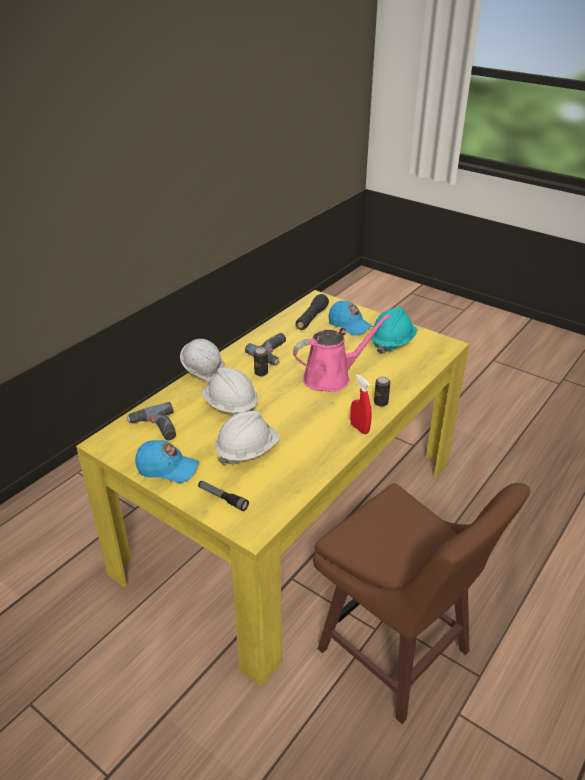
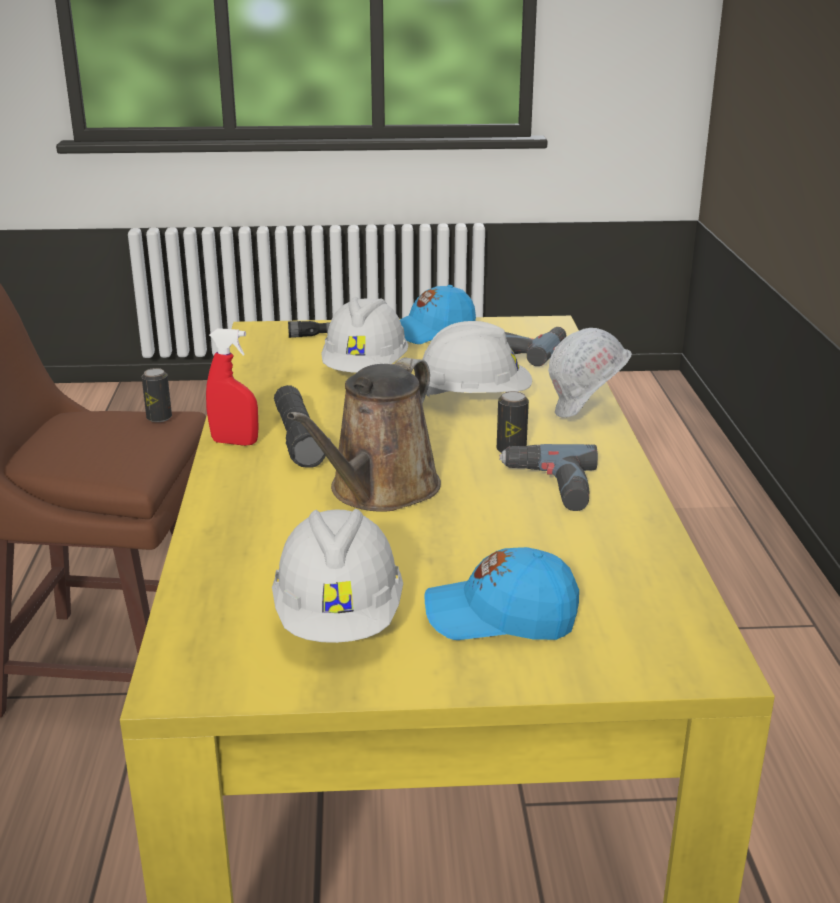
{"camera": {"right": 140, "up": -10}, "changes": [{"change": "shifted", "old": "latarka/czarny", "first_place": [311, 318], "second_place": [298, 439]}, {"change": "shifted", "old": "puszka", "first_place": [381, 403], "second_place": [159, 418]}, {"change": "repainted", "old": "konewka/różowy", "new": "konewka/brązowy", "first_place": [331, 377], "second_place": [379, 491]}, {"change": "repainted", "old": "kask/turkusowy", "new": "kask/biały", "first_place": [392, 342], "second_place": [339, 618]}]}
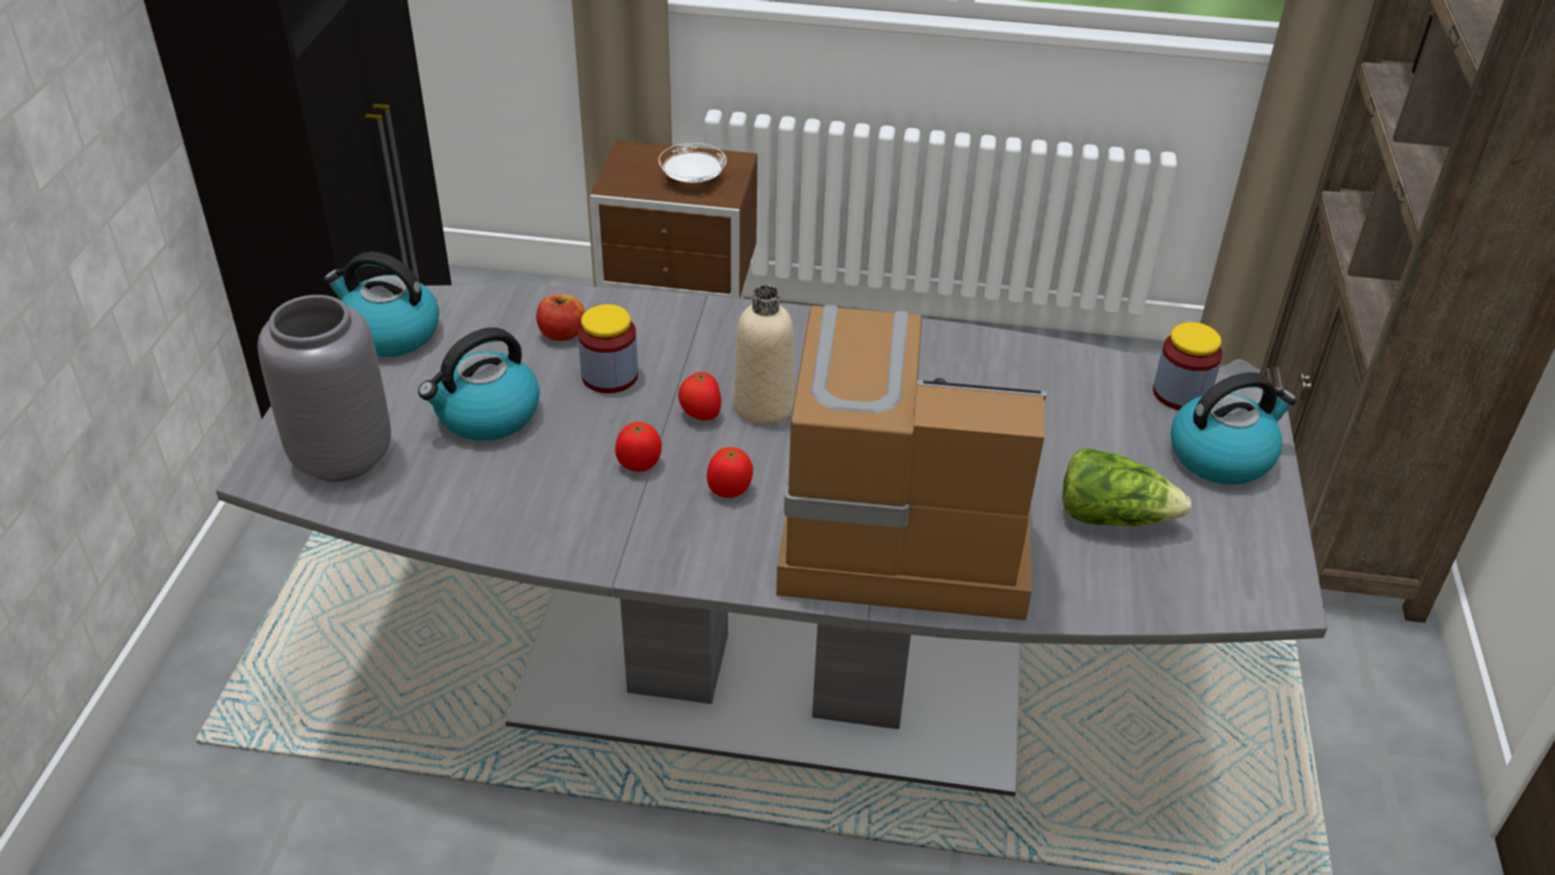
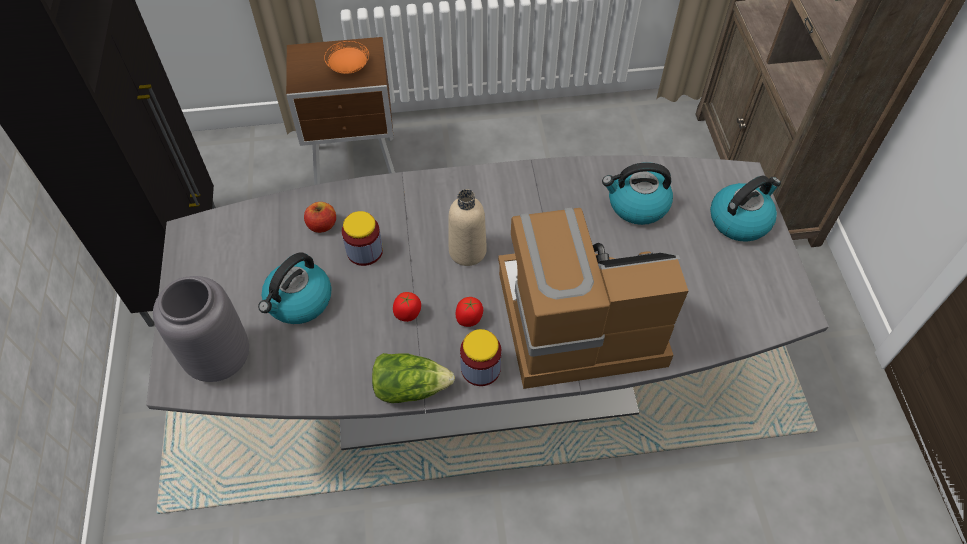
{"camera": {"right": -15, "up": 15}, "changes": [{"change": "gone", "old": "pomidor", "first_place": [700, 415]}, {"change": "shifted", "old": "czajnik", "first_place": [389, 334], "second_place": [636, 205]}, {"change": "shifted", "old": "sałata", "first_place": [1113, 516], "second_place": [410, 387]}, {"change": "shifted", "old": "słoik", "first_place": [1181, 393], "second_place": [480, 368]}, {"change": "repainted", "old": "talerz/biały", "new": "talerz/pomarańczowy", "first_place": [693, 179], "second_place": [349, 67]}]}
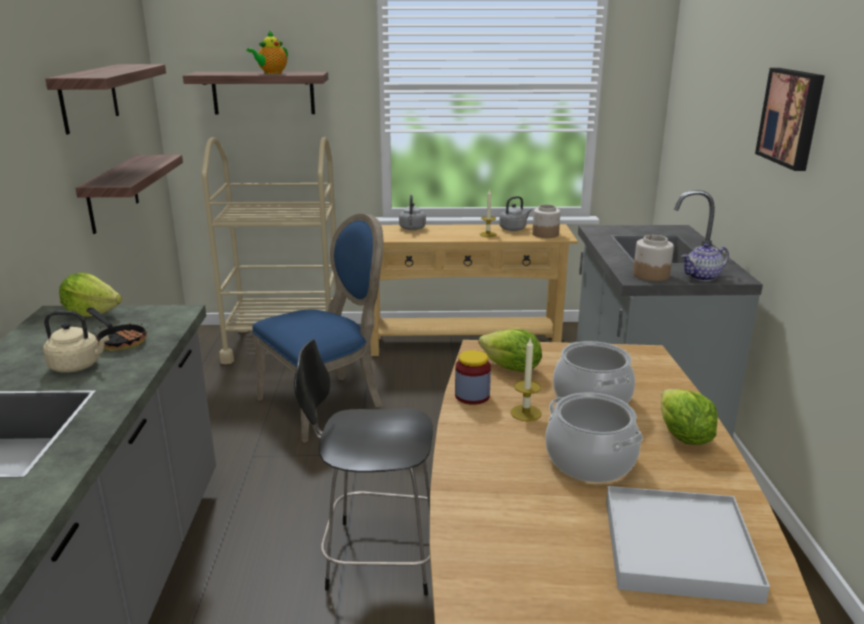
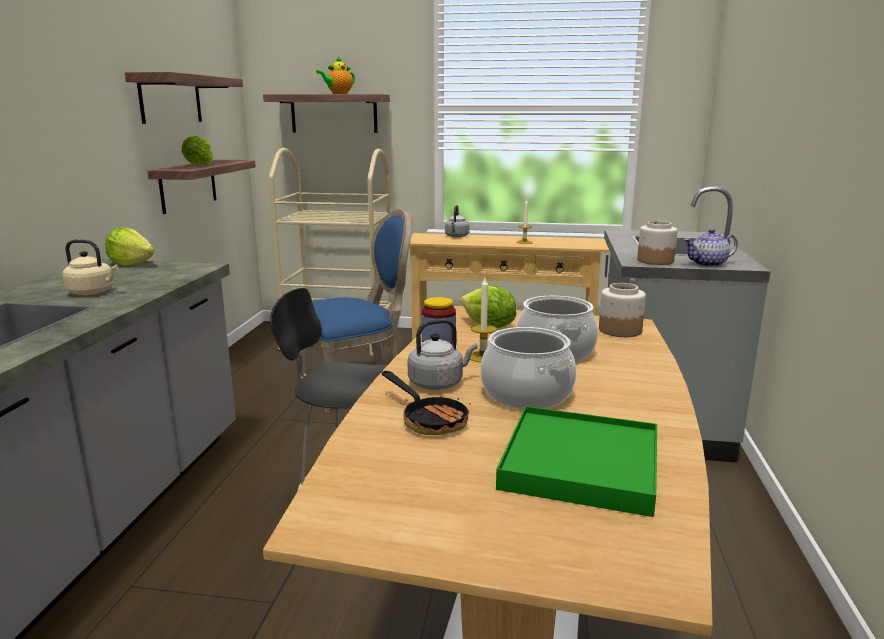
{"camera": {"right": 10, "up": -5}, "changes": [{"change": "gone", "old": "obraz", "first_place": [792, 117]}, {"change": "shifted", "old": "patelnia", "first_place": [119, 341], "second_place": [429, 419]}, {"change": "shifted", "old": "czajnik/szary", "first_place": [514, 229], "second_place": [438, 383]}, {"change": "shifted", "old": "słoik", "first_place": [545, 234], "second_place": [619, 330]}, {"change": "shifted", "old": "sałata", "first_place": [683, 437], "second_place": [199, 165]}, {"change": "repainted", "old": "taca/biały", "new": "taca/zielony", "first_place": [678, 548], "second_place": [580, 464]}]}
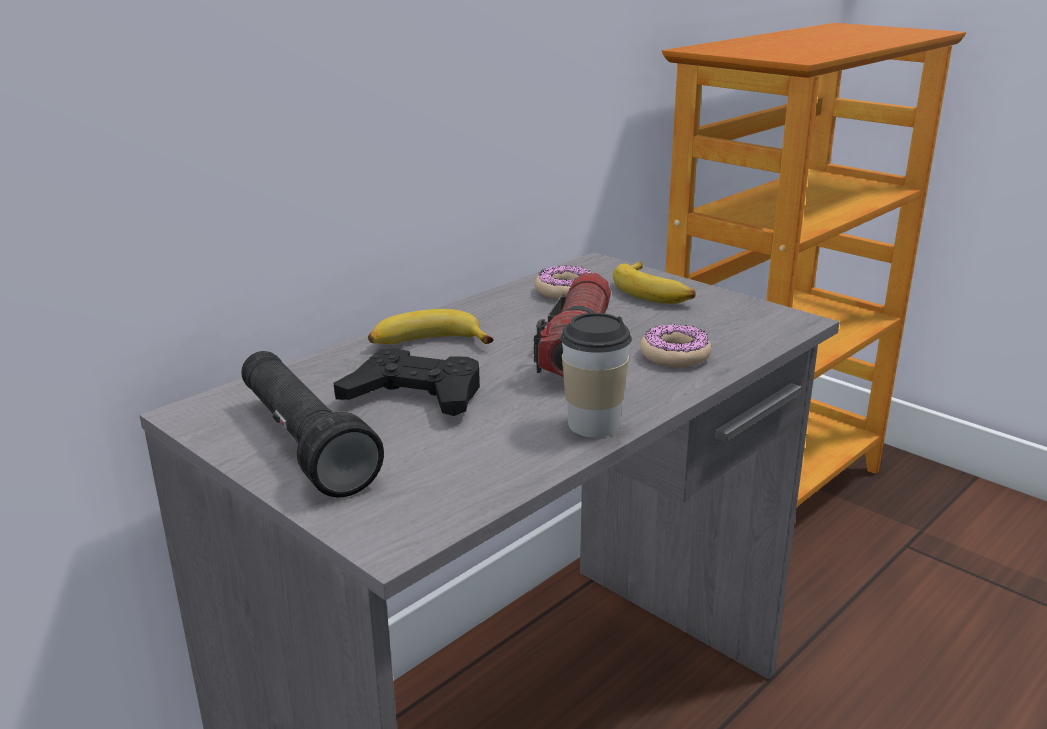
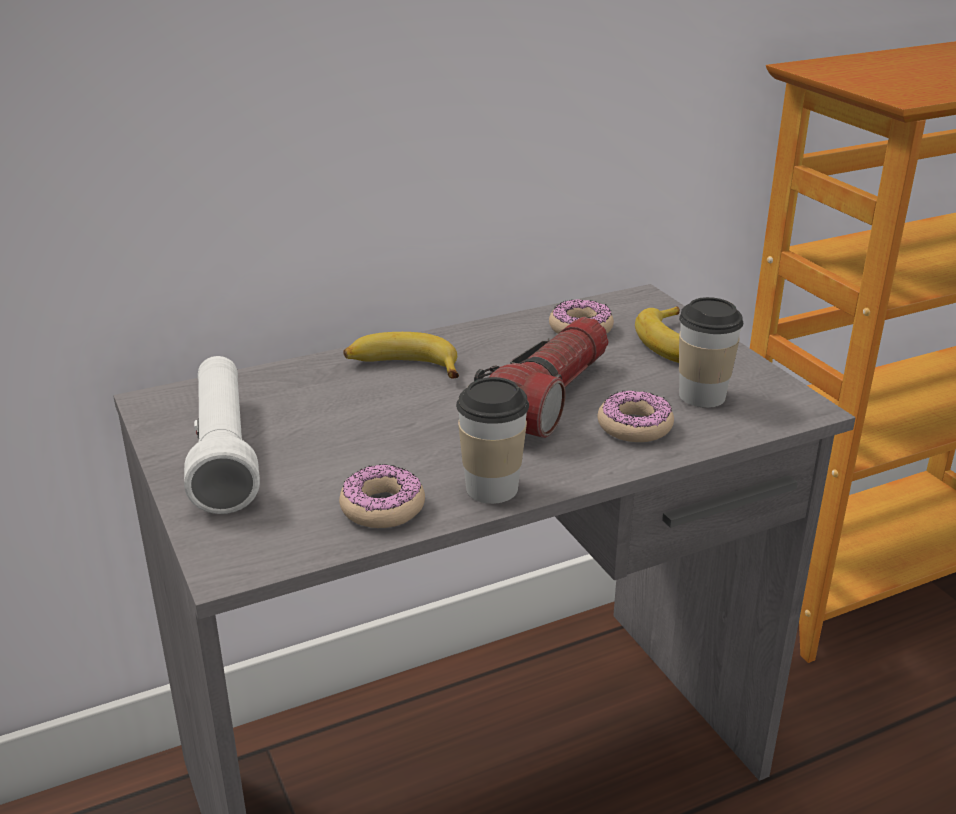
{"camera": {"right": 20, "up": 5}, "changes": [{"change": "gone", "old": "pad do gier/czarny", "first_place": [414, 396]}, {"change": "new", "new": "donut", "second_place": [382, 507]}, {"change": "new", "new": "filiżanka", "second_place": [702, 396]}, {"change": "repainted", "old": "latarka/czarny", "new": "latarka/biały", "first_place": [304, 443], "second_place": [223, 452]}]}
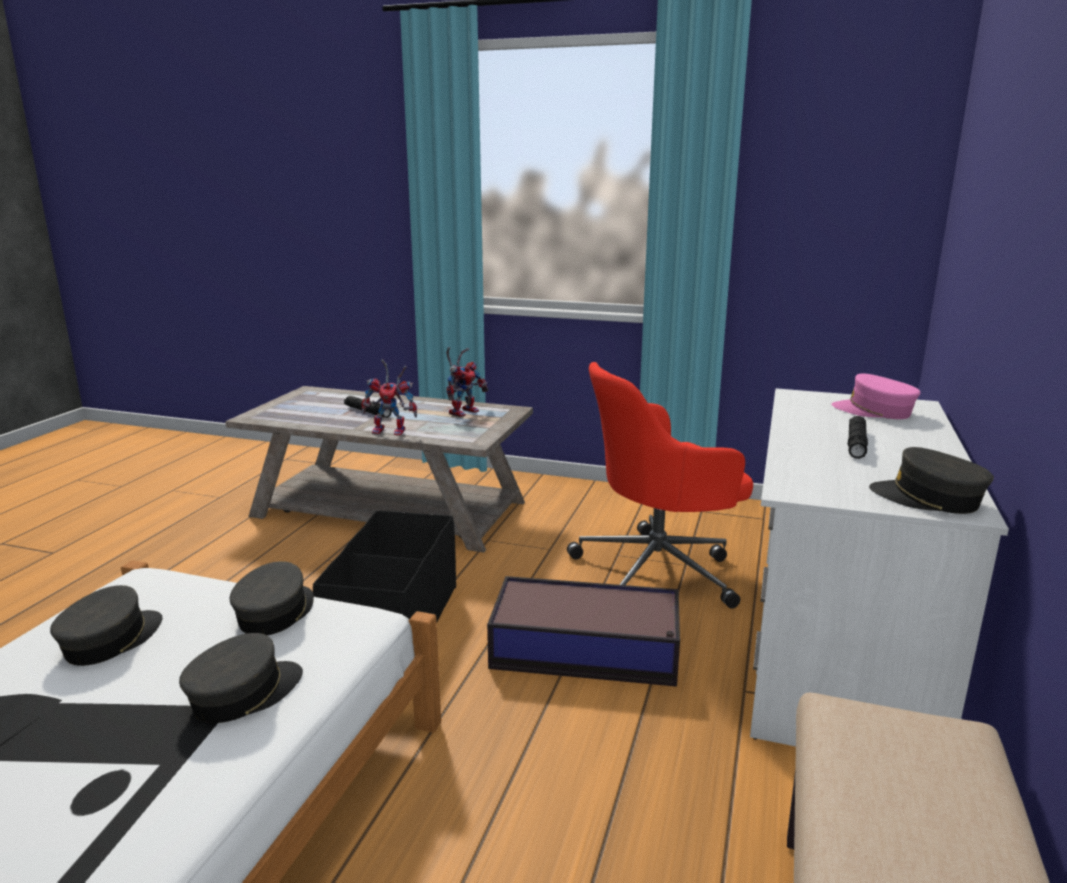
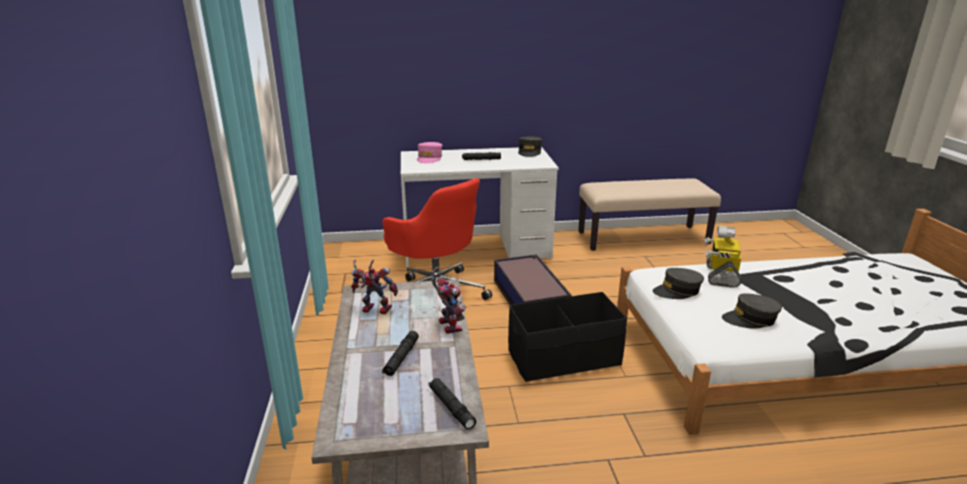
{"camera": {"right": -115, "up": 5}, "changes": [{"change": "new", "new": "latarka/czarny", "second_place": [451, 407]}, {"change": "swapped", "old": "czapka z daszkiem/szary", "new": "robot zabawkowy", "first_place": [244, 694], "second_place": [720, 275]}]}
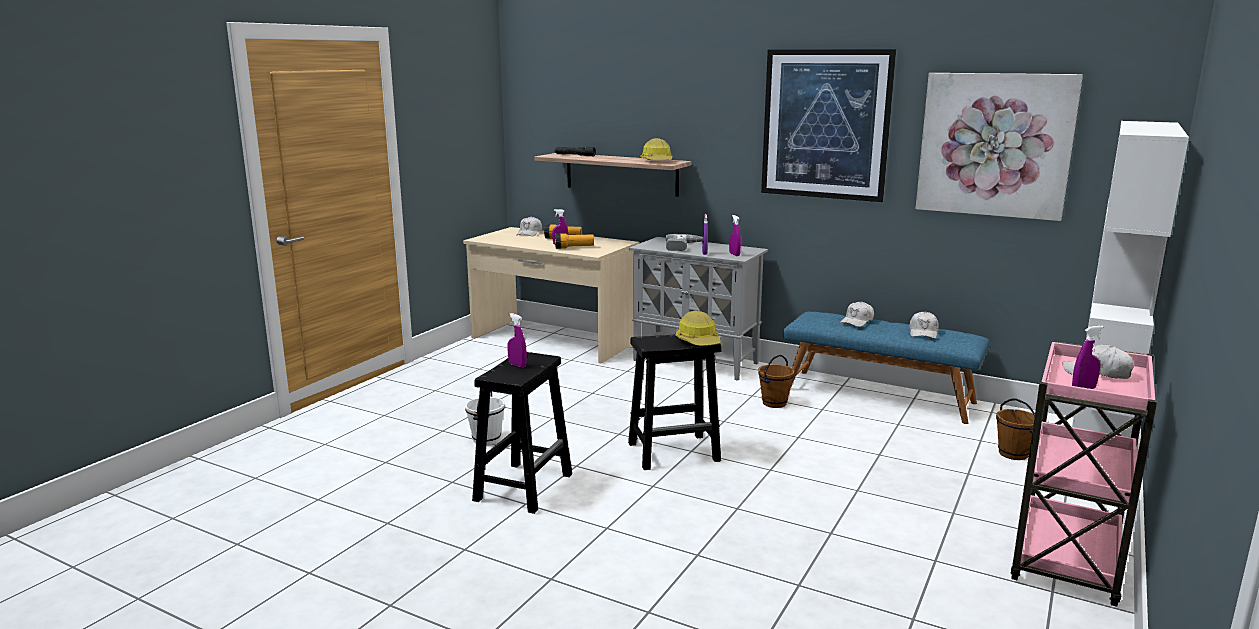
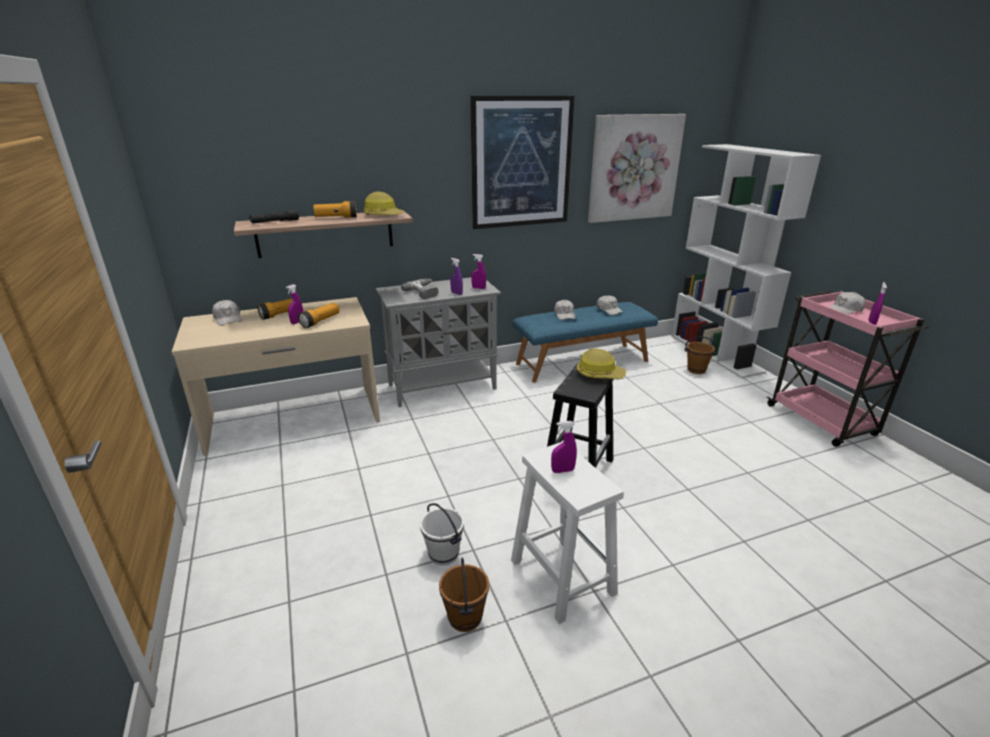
{"camera": {"right": -50, "up": 10}, "changes": [{"change": "new", "new": "latarka", "second_place": [336, 218]}, {"change": "shifted", "old": "wiadro/brązowy", "first_place": [774, 403], "second_place": [466, 618]}, {"change": "repainted", "old": "stołek/czarny", "new": "stołek/biały", "first_place": [524, 486], "second_place": [561, 576]}]}
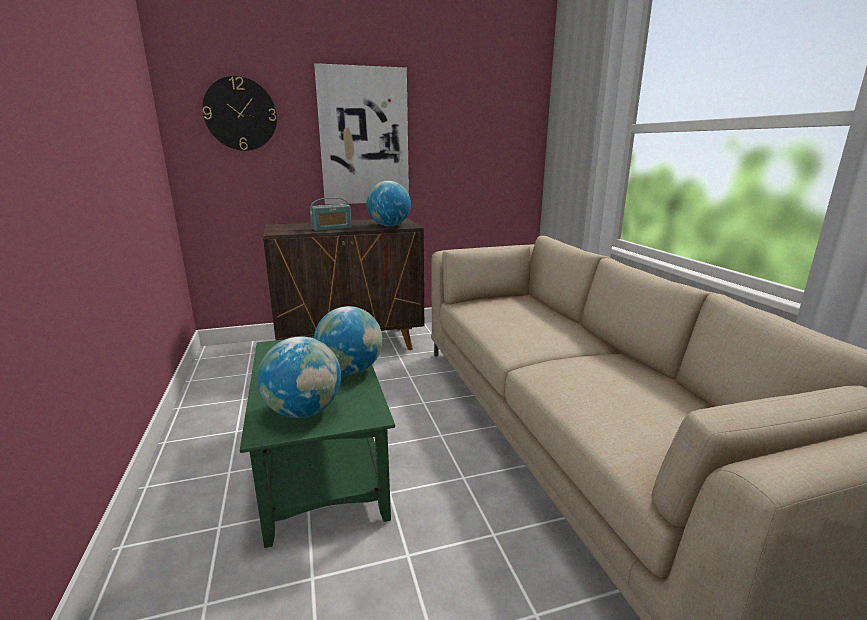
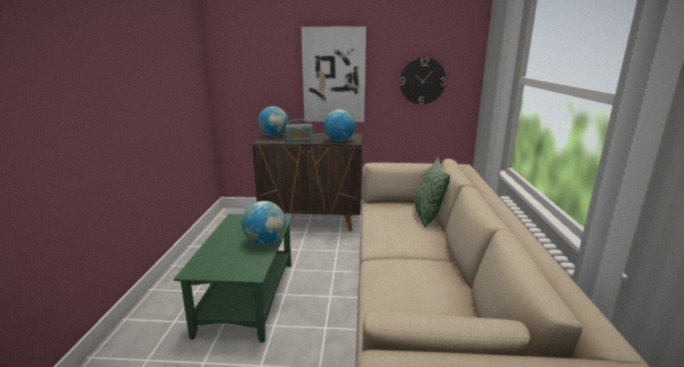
{"camera": {"right": 20, "up": 0}, "changes": [{"change": "new", "new": "poduszka/zielony", "second_place": [427, 216]}, {"change": "shifted", "old": "zegar ścienny", "first_place": [240, 114], "second_place": [422, 81]}, {"change": "shifted", "old": "globus", "first_place": [304, 411], "second_place": [274, 136]}]}
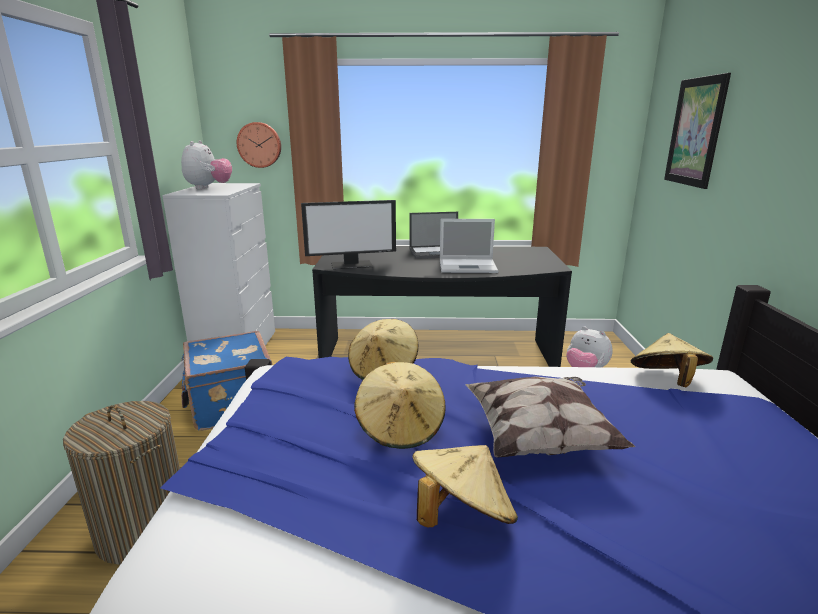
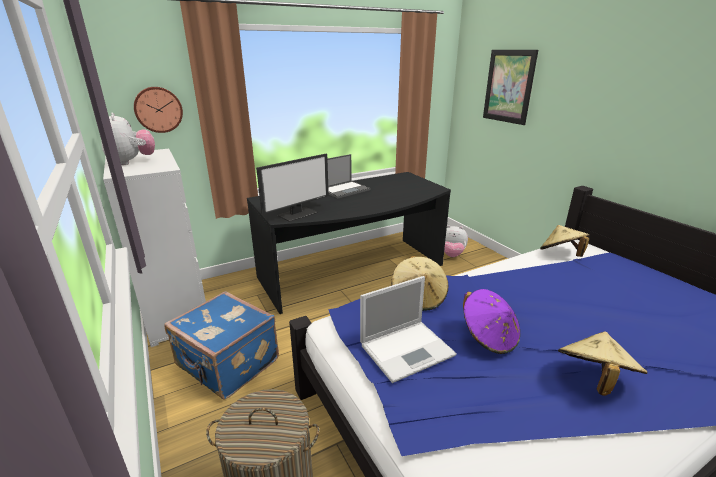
{"camera": {"right": -30, "up": 5}, "changes": [{"change": "gone", "old": "poduszka", "first_place": [540, 438]}, {"change": "shifted", "old": "laptop", "first_place": [469, 266], "second_place": [408, 349]}, {"change": "repainted", "old": "kapelusz/beżowy", "new": "kapelusz/fioletowy", "first_place": [400, 427], "second_place": [489, 337]}]}
